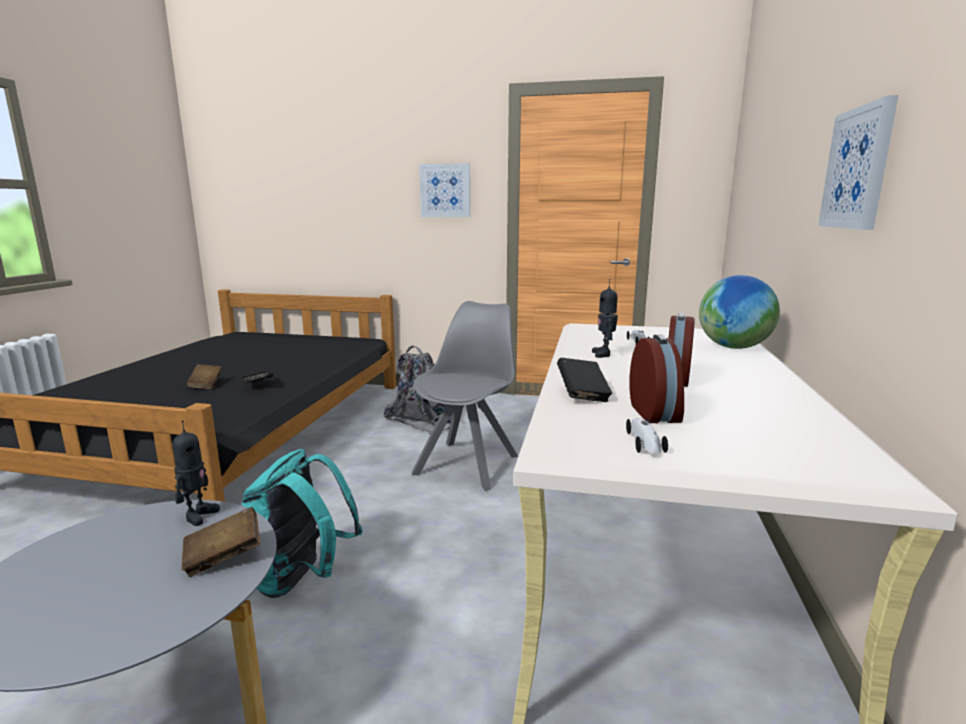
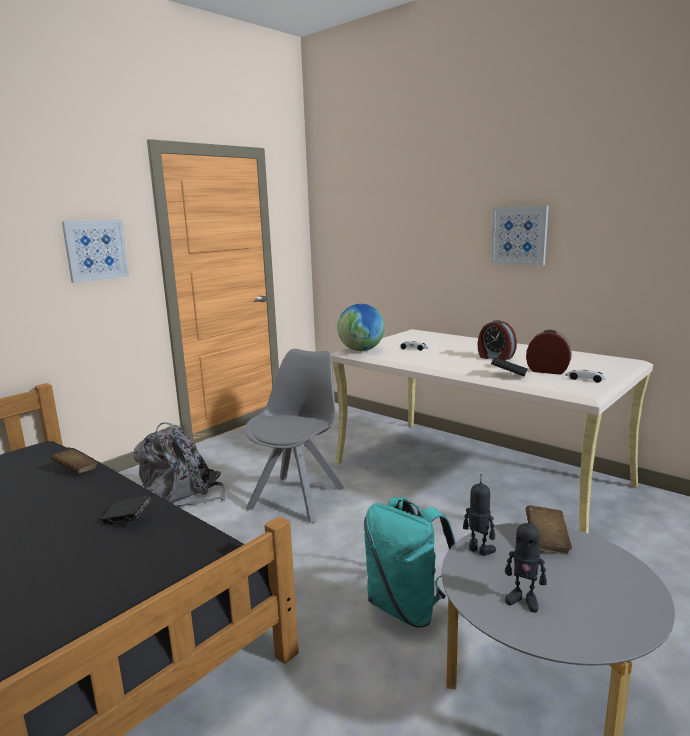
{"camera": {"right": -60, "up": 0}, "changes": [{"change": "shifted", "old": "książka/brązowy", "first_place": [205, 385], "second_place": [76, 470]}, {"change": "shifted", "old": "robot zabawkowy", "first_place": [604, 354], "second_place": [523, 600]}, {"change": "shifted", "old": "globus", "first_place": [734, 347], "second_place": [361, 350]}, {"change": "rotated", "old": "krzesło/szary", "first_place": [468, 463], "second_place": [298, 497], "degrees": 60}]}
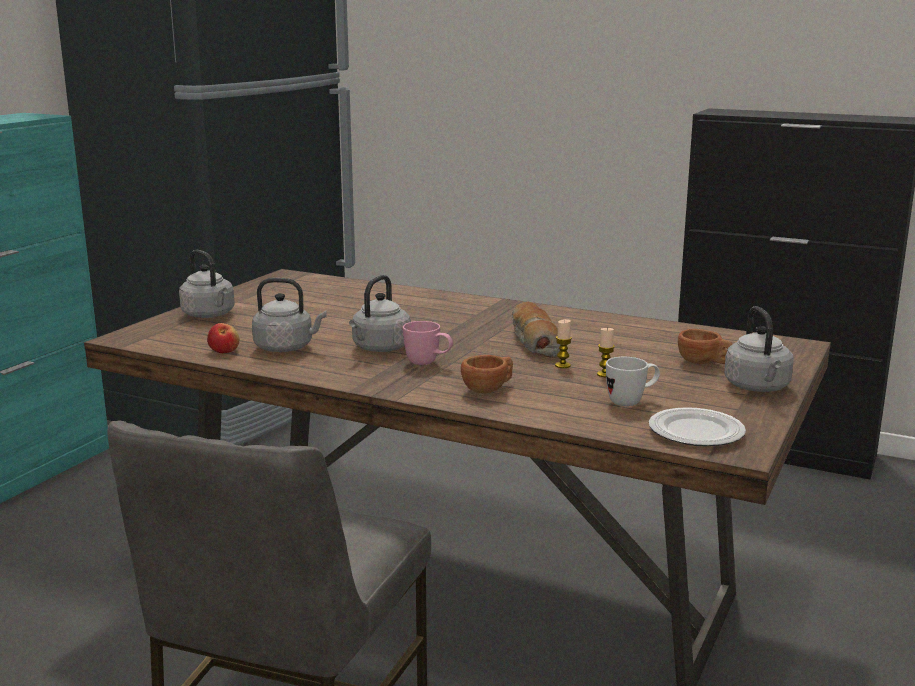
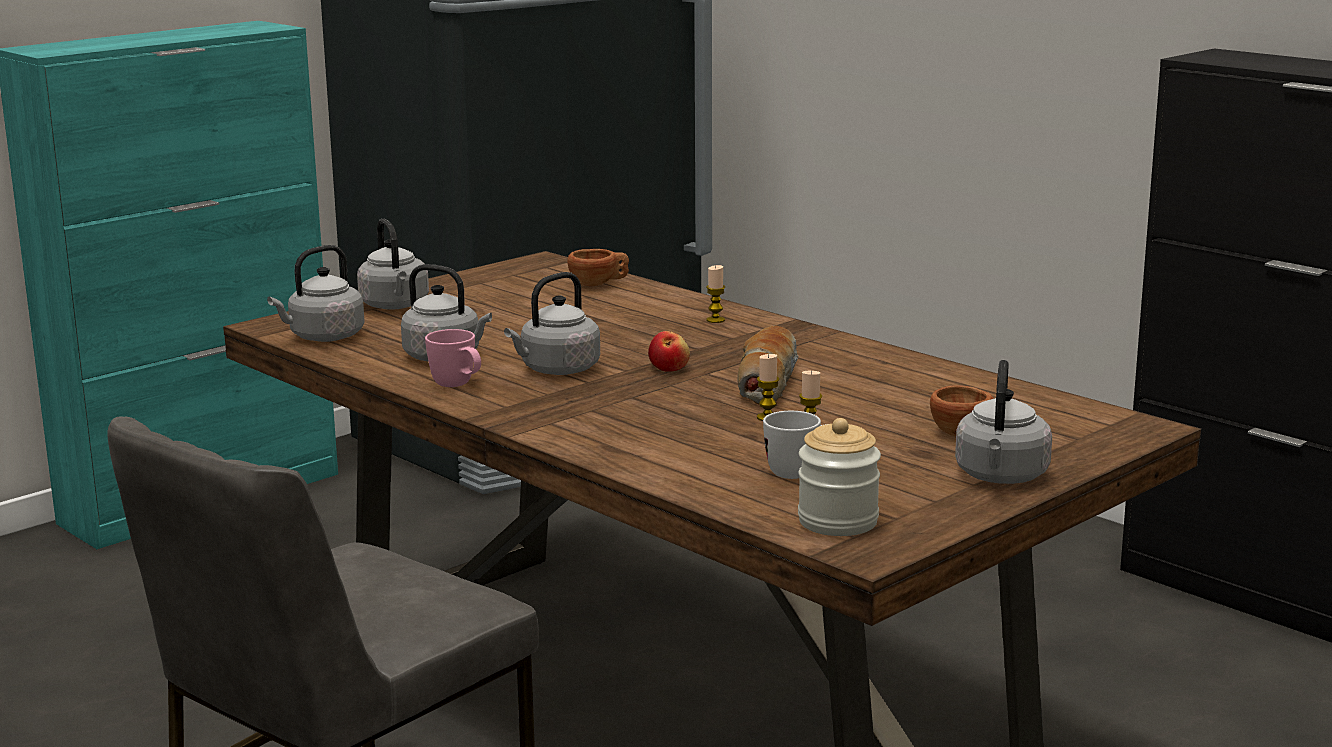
{"camera": {"right": 20, "up": 0}, "changes": [{"change": "new", "new": "czajnik/szary", "second_place": [323, 337]}, {"change": "new", "new": "świeca", "second_place": [715, 320]}, {"change": "shifted", "old": "jabłko", "first_place": [224, 351], "second_place": [669, 368]}, {"change": "shifted", "old": "kubek/różowy", "first_place": [428, 363], "second_place": [458, 386]}, {"change": "shifted", "old": "filiżanka/brązowy", "first_place": [489, 389], "second_place": [599, 284]}, {"change": "swapped", "old": "talerz", "new": "słoik", "first_place": [695, 432], "second_place": [838, 521]}]}
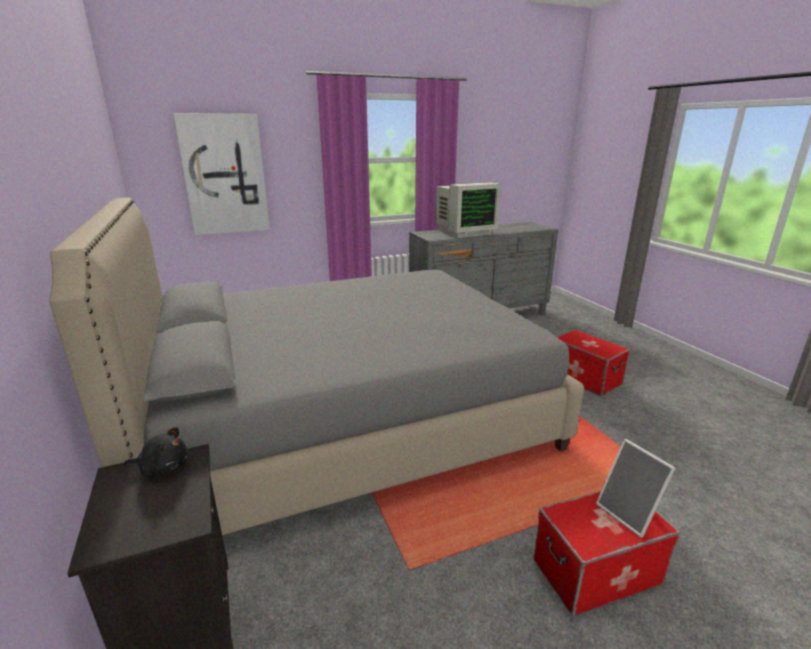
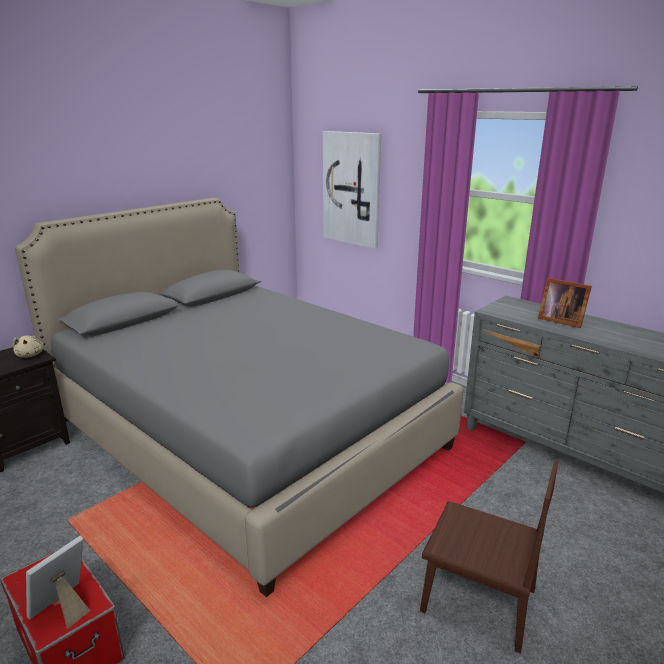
{"camera": {"right": 65, "up": 0}, "changes": [{"change": "swapped", "old": "monitor", "new": "ramka na zdjęcie", "first_place": [464, 232], "second_place": [560, 320]}, {"change": "swapped", "old": "pojemnik do przechowywania", "new": "krzesło/brązowy", "first_place": [585, 378], "second_place": [478, 600]}, {"change": "repainted", "old": "pluszak/czarny", "new": "pluszak/beżowy", "first_place": [163, 467], "second_place": [30, 355]}]}
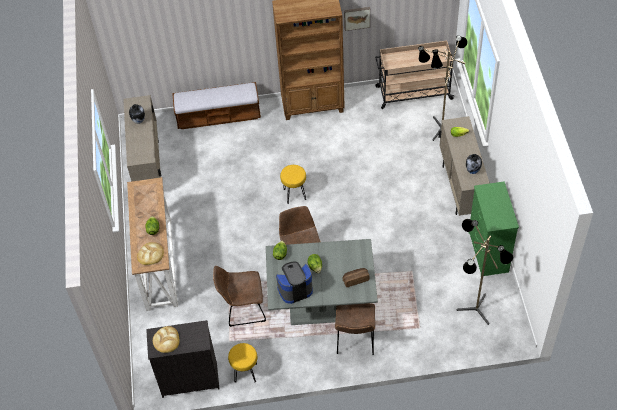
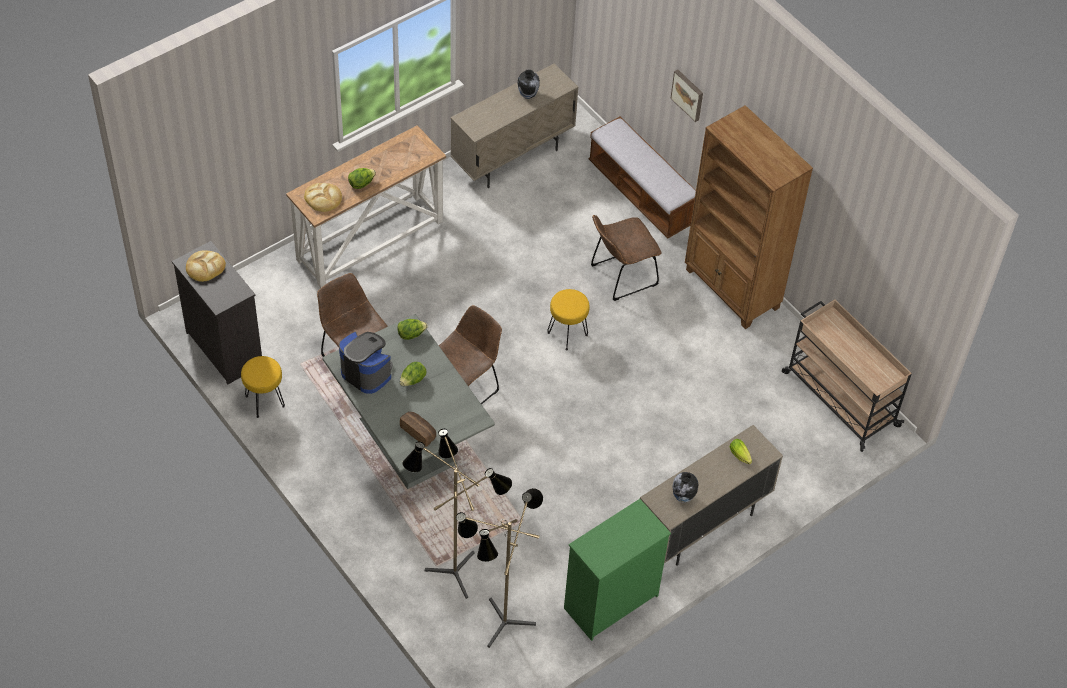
{"camera": {"right": 55, "up": 0}, "changes": [{"change": "shifted", "old": "krzesło/brązowy", "first_place": [355, 341], "second_place": [620, 276]}, {"change": "shifted", "old": "obraz", "first_place": [357, 17], "second_place": [688, 94]}, {"change": "shifted", "old": "lampa stojąca", "first_place": [438, 128], "second_place": [455, 568]}]}
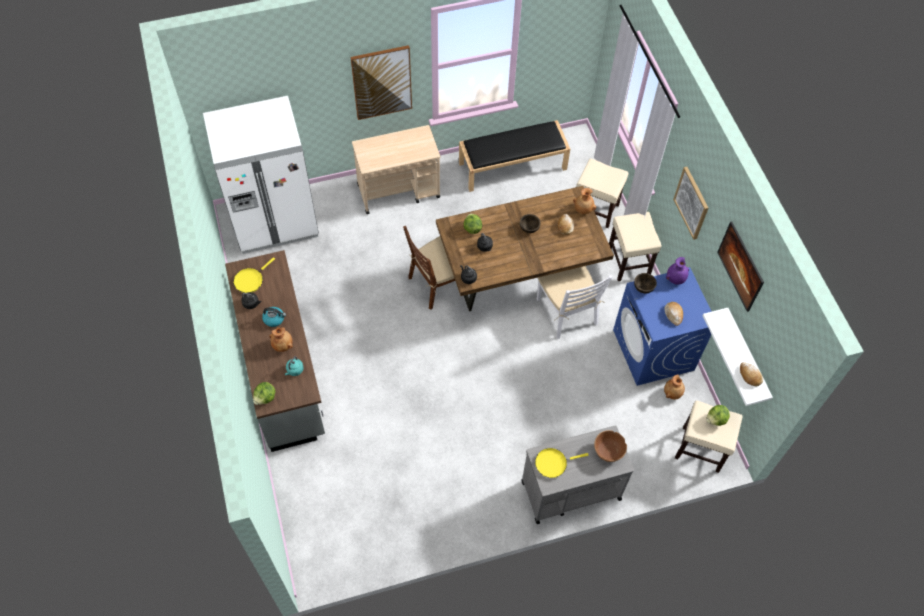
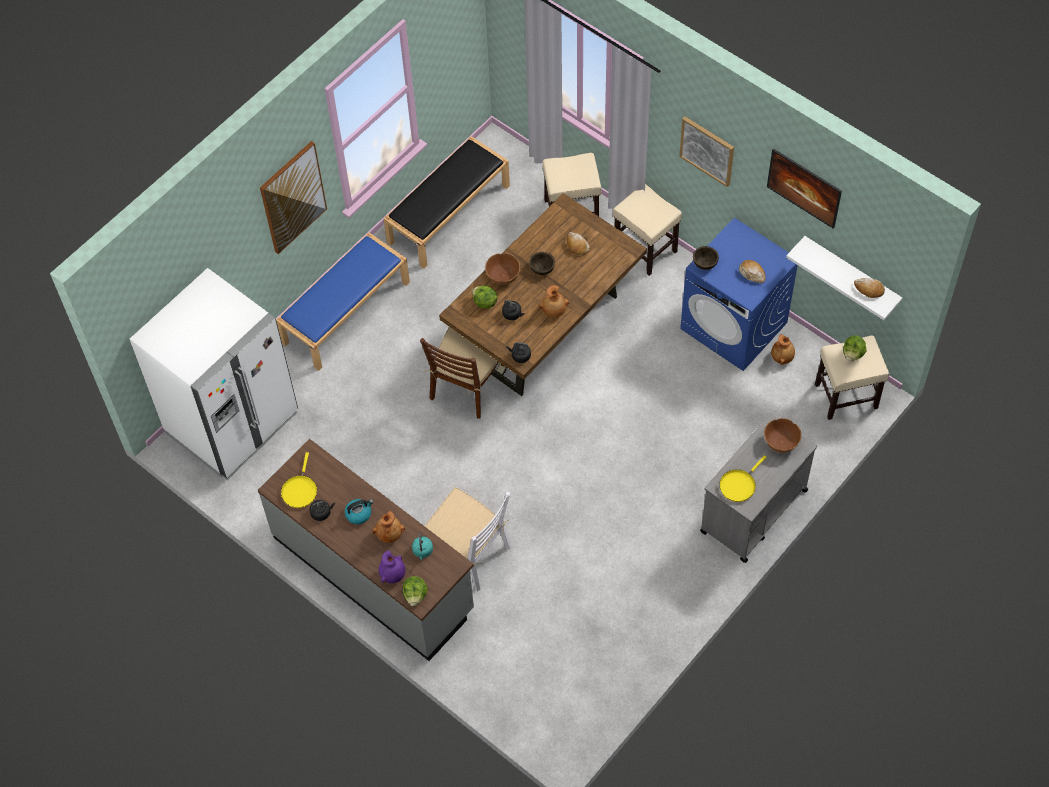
{"camera": {"right": -30, "up": 0}, "changes": [{"change": "new", "new": "miska/brązowy", "second_place": [503, 276]}, {"change": "shifted", "old": "krzesło/biały", "first_place": [567, 312], "second_place": [469, 553]}, {"change": "shifted", "old": "wazon/brązowy", "first_place": [583, 209], "second_place": [554, 311]}, {"change": "shifted", "old": "wazon/fioletowy", "first_place": [676, 279], "second_place": [393, 574]}, {"change": "swapped", "old": "wózek/beżowy", "new": "ławka/niebieski", "first_place": [399, 191], "second_place": [346, 311]}]}
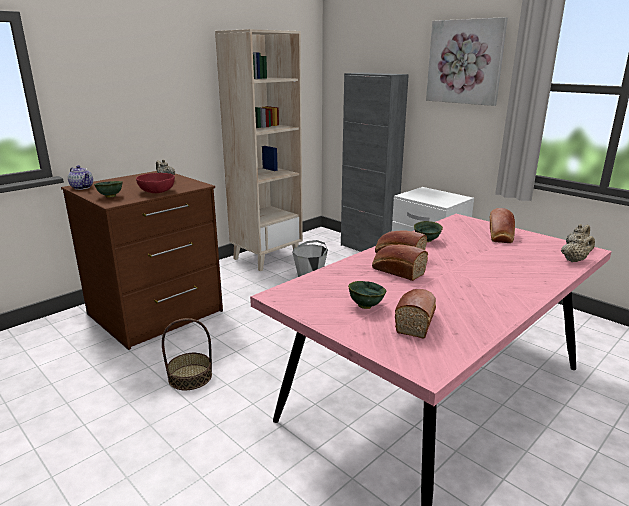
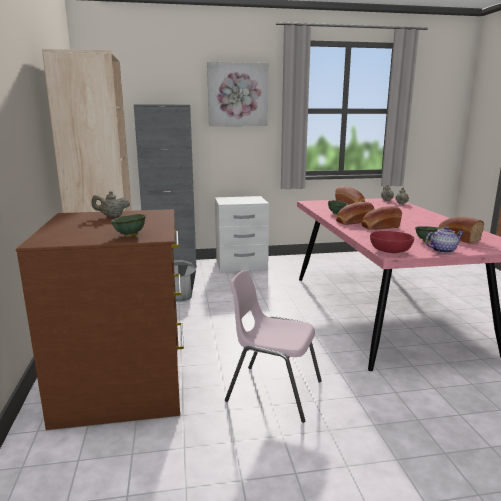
{"camera": {"right": -55, "up": -5}, "changes": [{"change": "shifted", "old": "imbryk", "first_place": [82, 187], "second_place": [442, 250]}, {"change": "shifted", "old": "miska/czerwony", "first_place": [157, 191], "second_place": [390, 251]}, {"change": "swapped", "old": "koszyk", "new": "krzesło/różowy", "first_place": [190, 377], "second_place": [273, 391]}]}
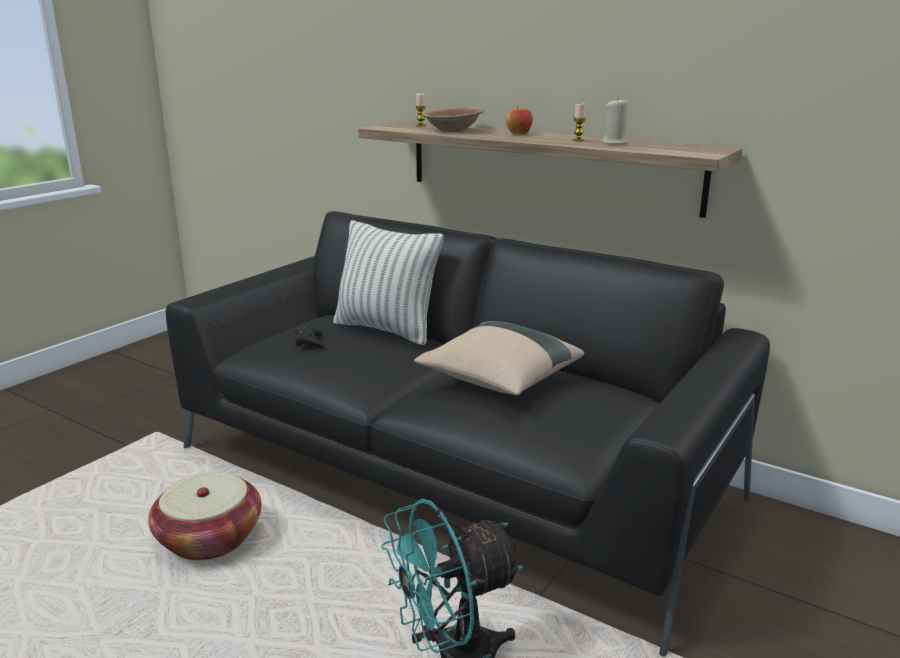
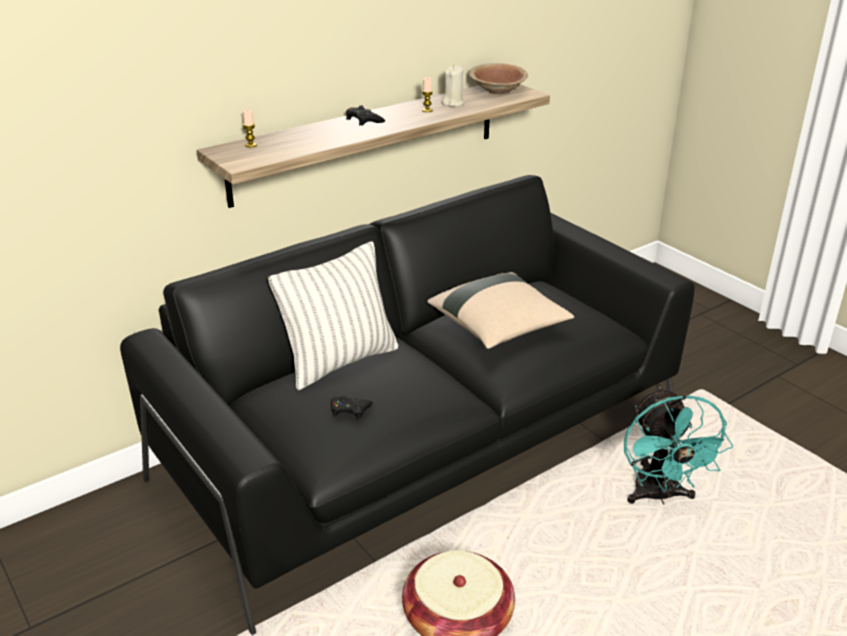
{"camera": {"right": -70, "up": 10}, "changes": [{"change": "shifted", "old": "miska/brązowy", "first_place": [452, 130], "second_place": [497, 90]}, {"change": "swapped", "old": "jabłko", "new": "pad do gier/czarny", "first_place": [518, 134], "second_place": [363, 120]}]}
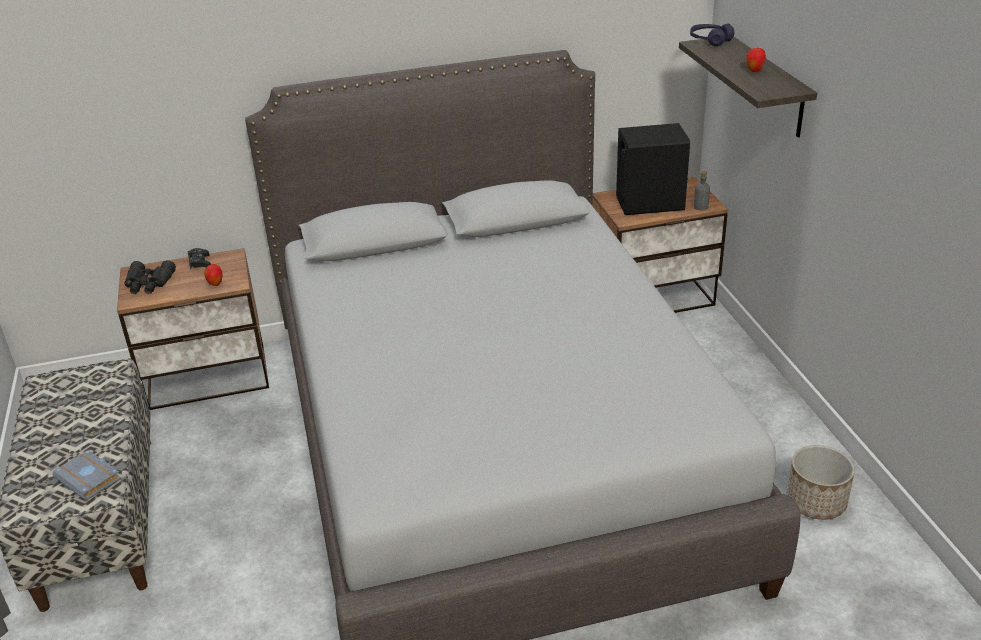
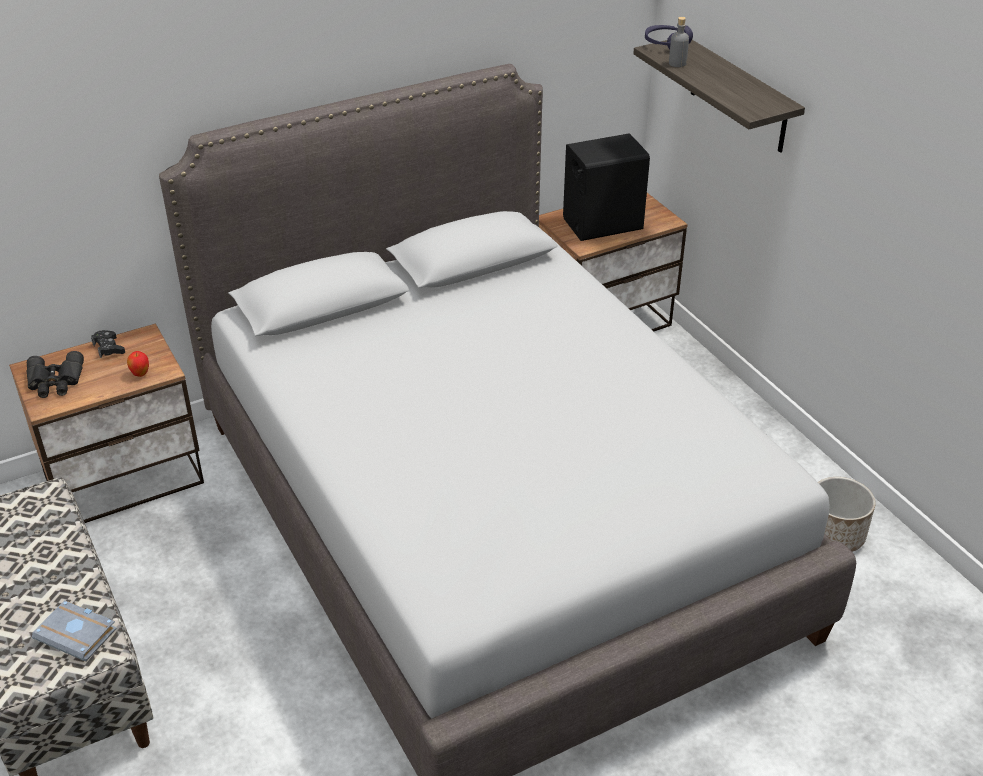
{"camera": {"right": -15, "up": 5}, "changes": [{"change": "gone", "old": "jabłko", "first_place": [754, 70]}, {"change": "shifted", "old": "butelka/szary", "first_place": [701, 207], "second_place": [677, 63]}]}
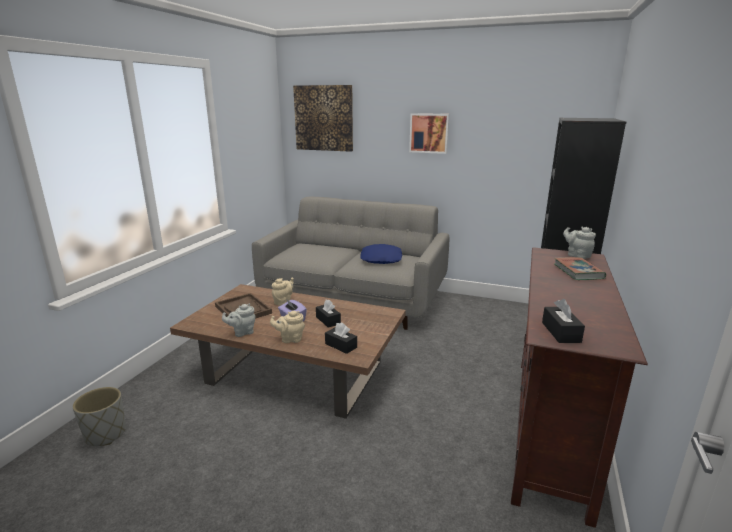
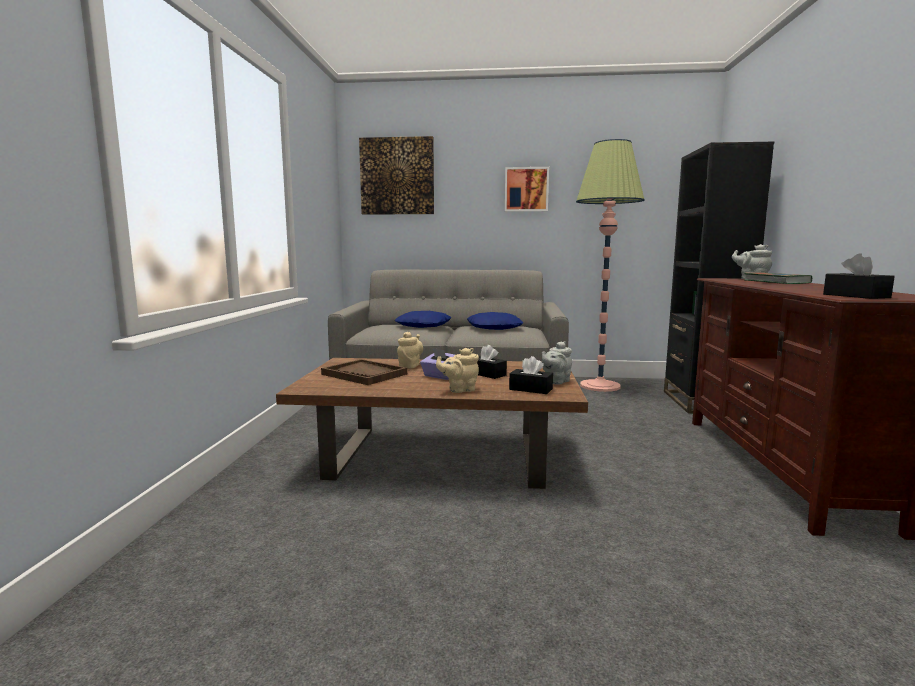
{"camera": {"right": -15, "up": -10}, "changes": [{"change": "gone", "old": "donica/szary", "first_place": [105, 434]}, {"change": "new", "new": "poduszka/niebieski", "second_place": [424, 326]}, {"change": "new", "new": "lampa stojąca", "second_place": [600, 386]}, {"change": "shifted", "old": "imbryk/szary", "first_place": [242, 332], "second_place": [555, 381]}]}
